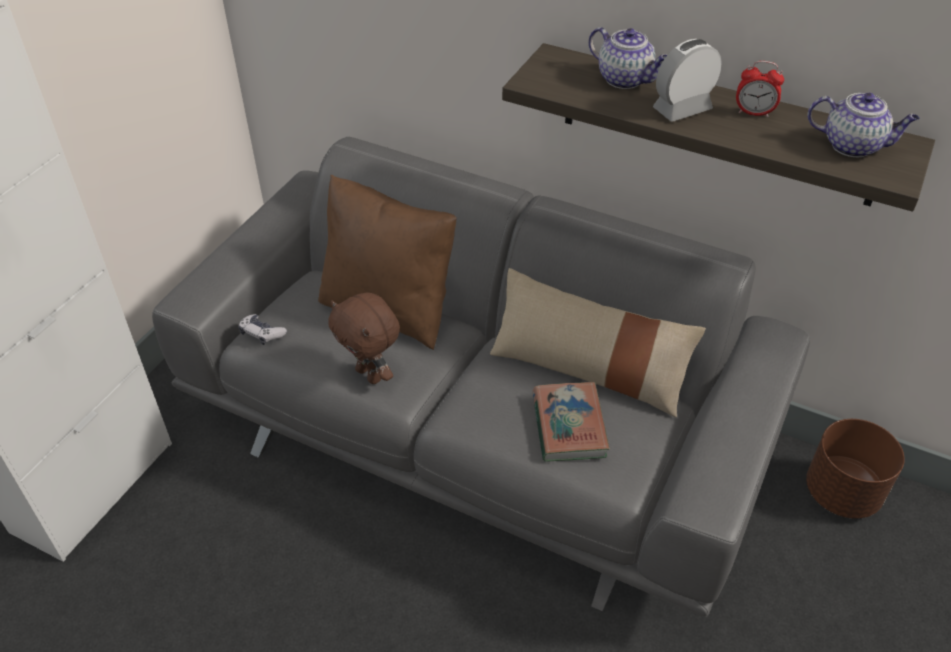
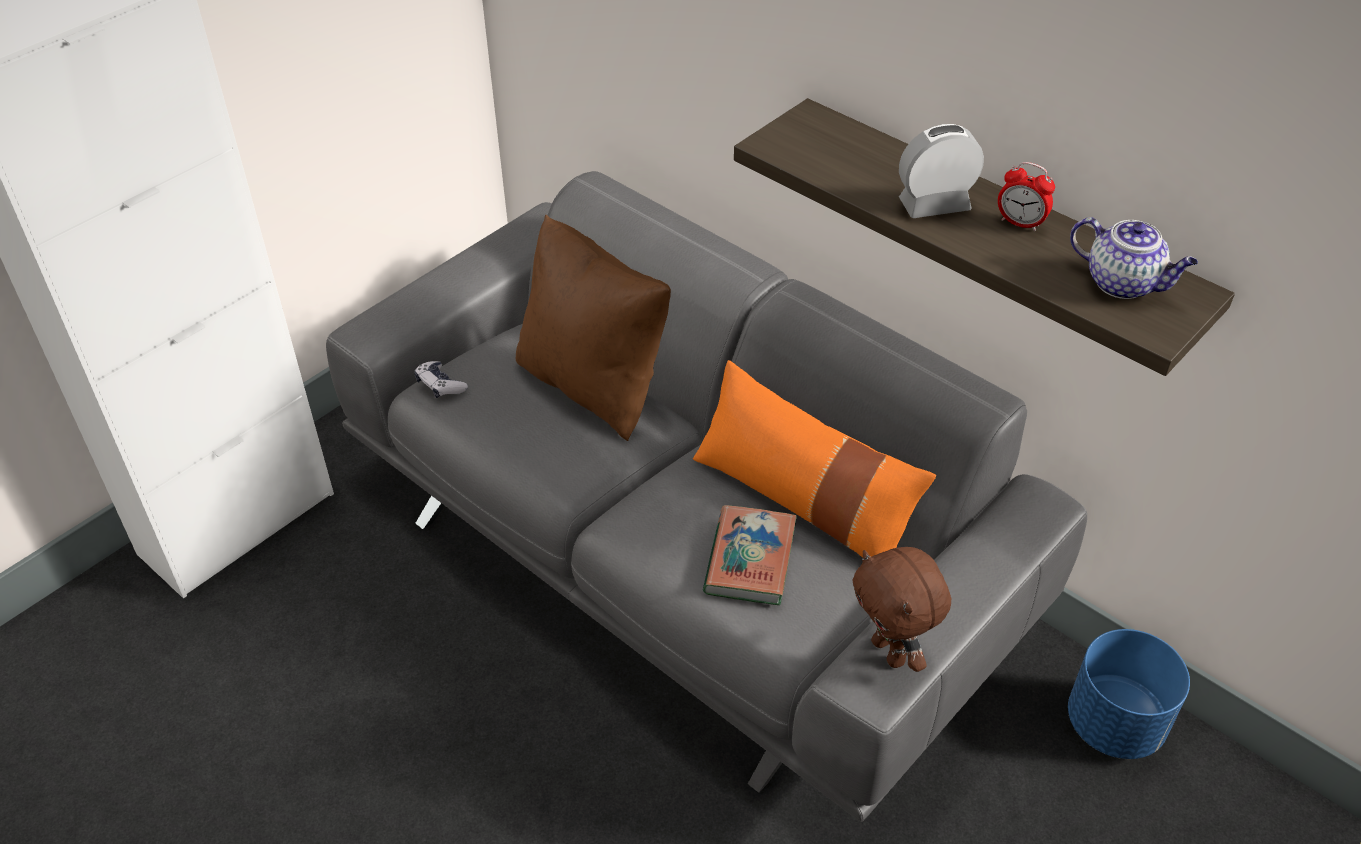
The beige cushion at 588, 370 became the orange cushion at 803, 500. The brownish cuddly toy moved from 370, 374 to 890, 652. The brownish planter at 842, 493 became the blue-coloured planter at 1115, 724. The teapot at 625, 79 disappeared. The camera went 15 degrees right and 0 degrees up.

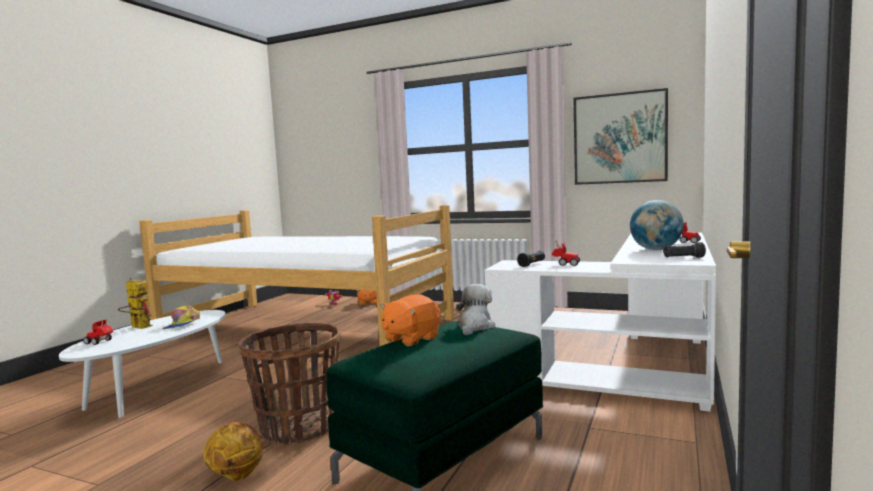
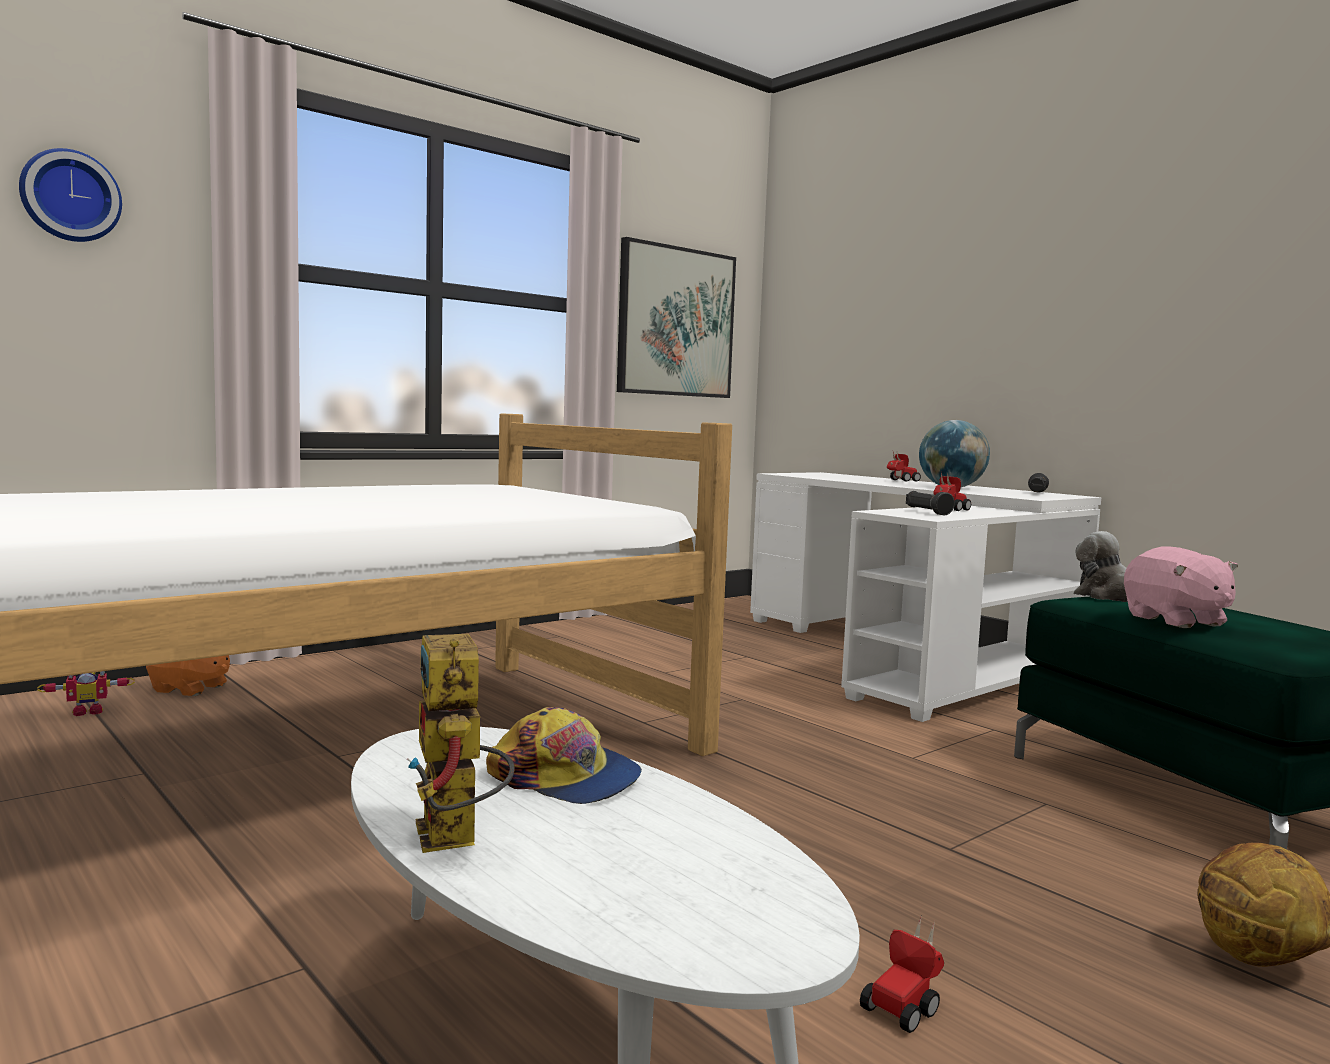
The wall clock at 70, 196 appeared. The model robot at 137, 326 turned 75 degrees counterclockwise. The toy car moved from 100, 342 to 906, 1006. The orange cuddly toy at 411, 339 became the pink-coloured cuddly toy at 1175, 620. The storage basket at 297, 428 disappeared. The camera went 65 degrees left and 0 degrees up.

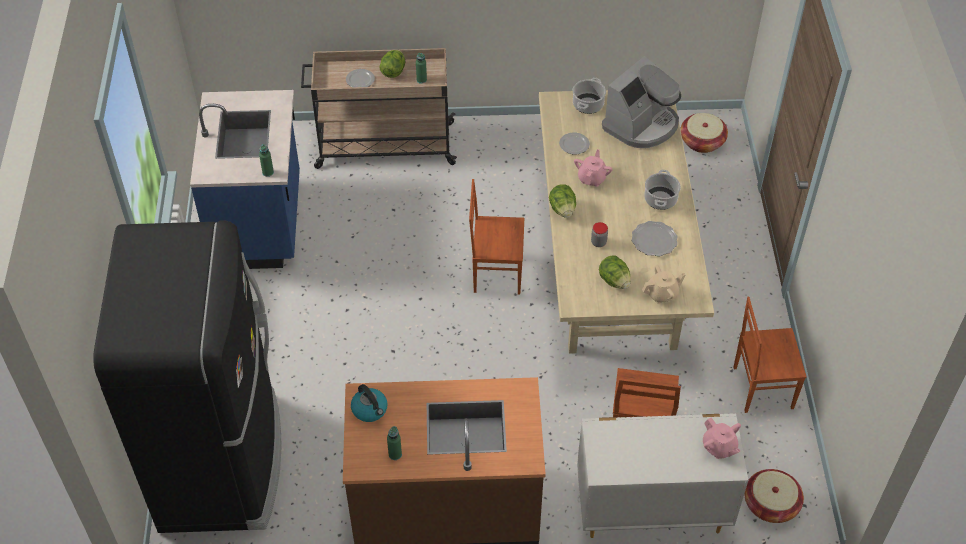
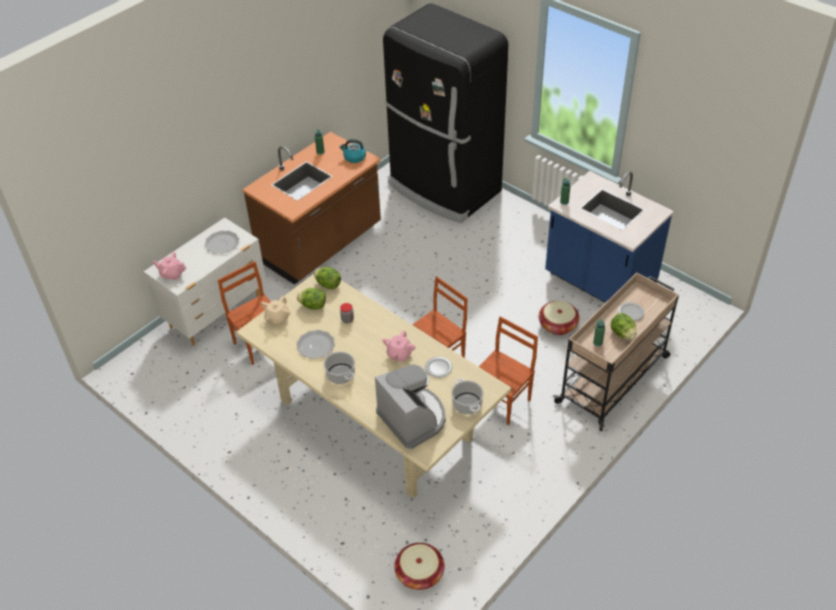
The plate at 222, 243 appeared. The lettuce head moved from 562, 209 to 328, 285. The coffee machine at 641, 125 turned 150 degrees clockwise. The pink-coloured teapot at 592, 178 turned 45 degrees clockwise. The brownish chair moved from 761, 387 to 502, 401. The storage basket moved from 770, 504 to 557, 325. The camera went 135 degrees right and 5 degrees down.

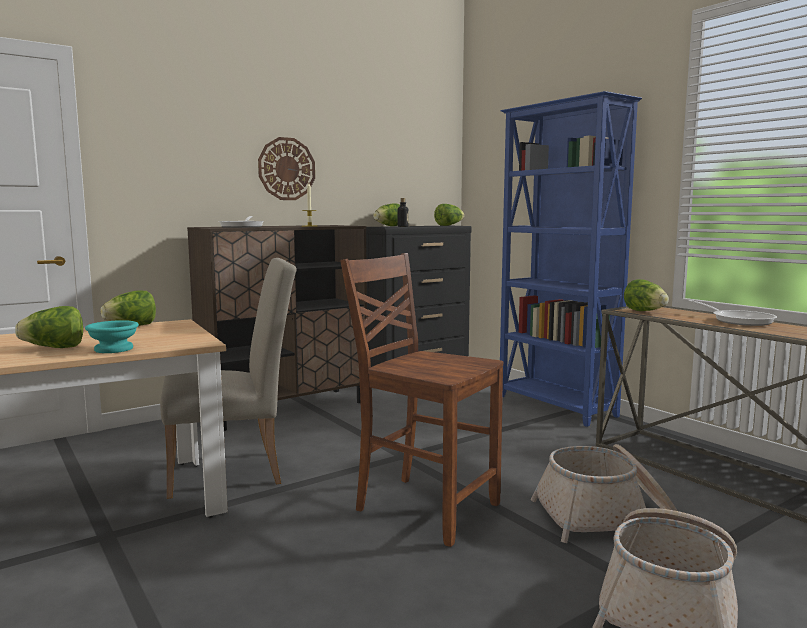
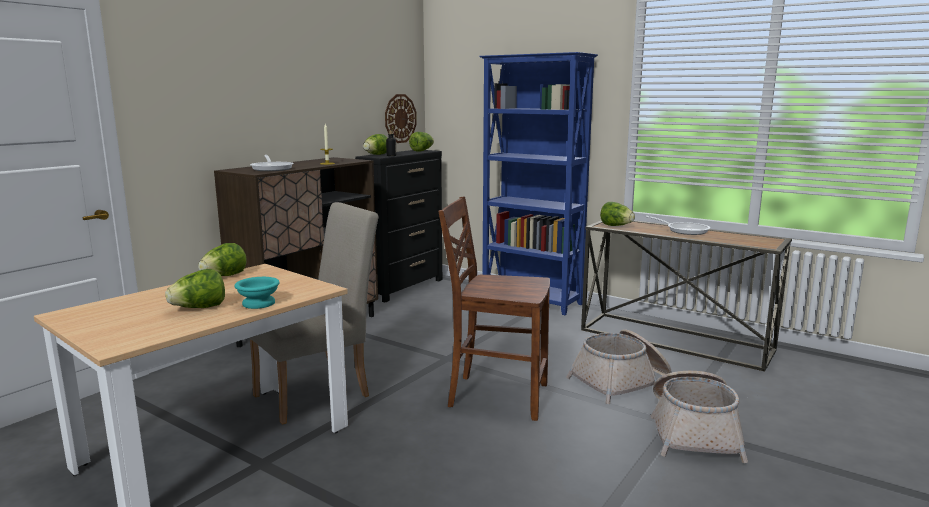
The wall clock moved from 286, 169 to 400, 118. The camera went 20 degrees left and 5 degrees up.

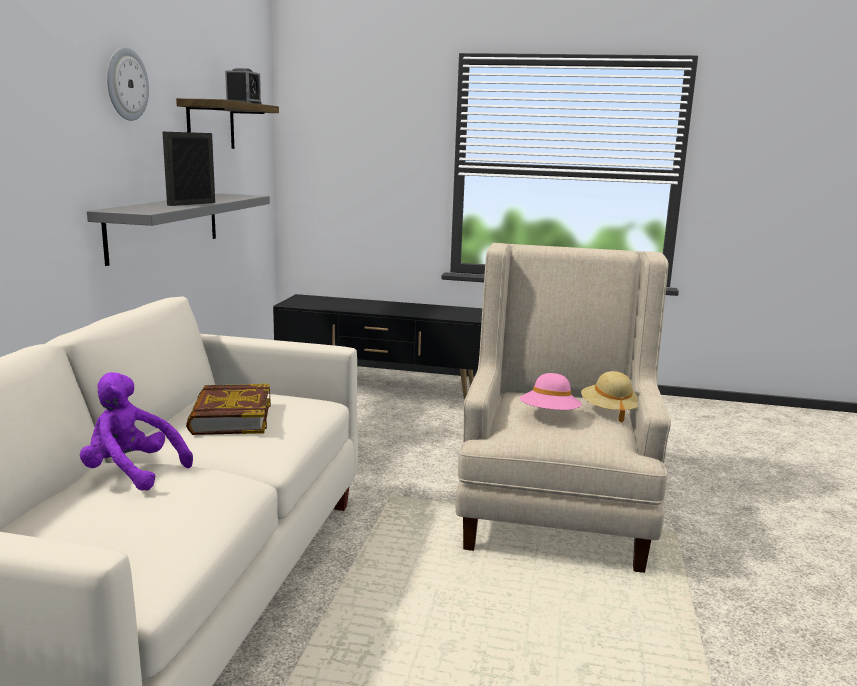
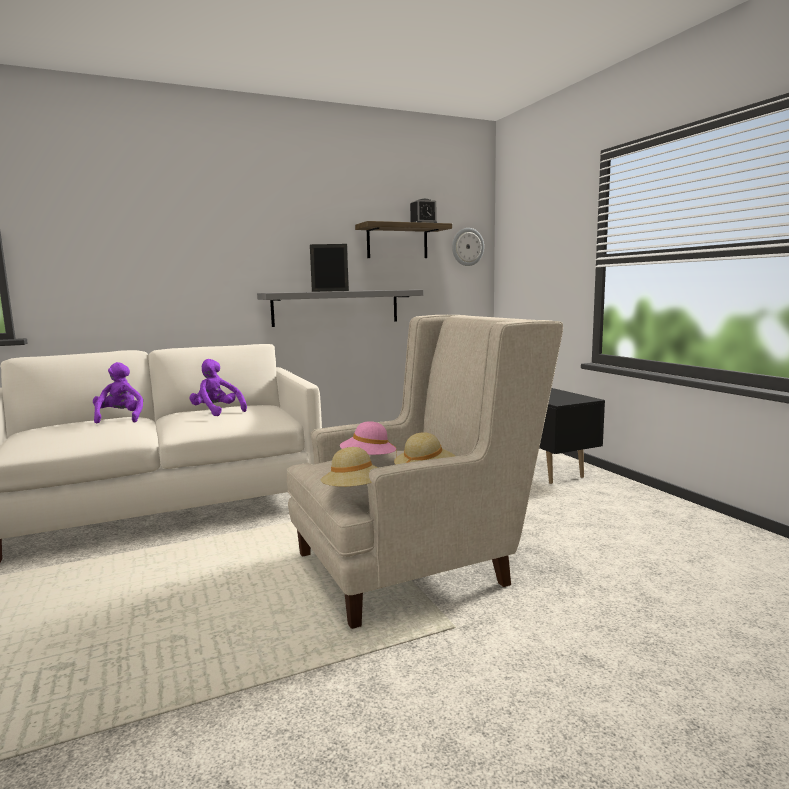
The bound book at 230, 417 was replaced by the purple cuddly toy at 217, 412. The beige hat at 354, 492 appeared. The wall clock moved from 126, 84 to 467, 247. The camera went 55 degrees right and 5 degrees down.

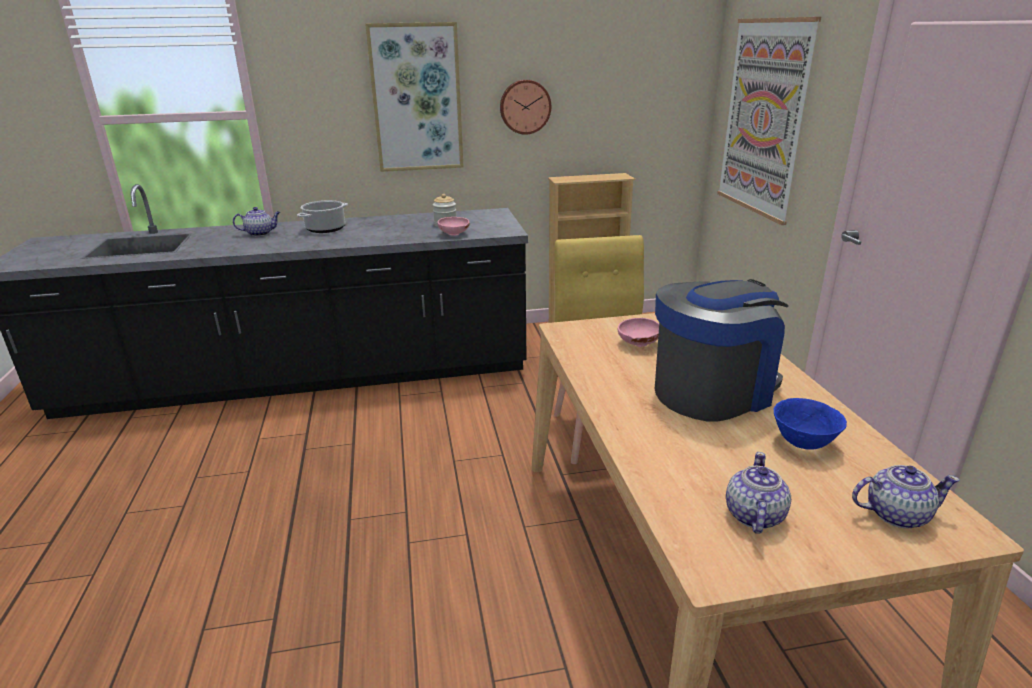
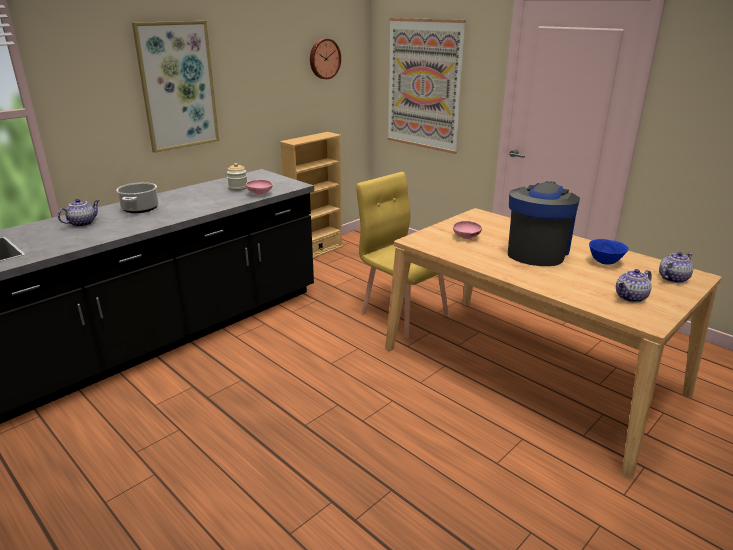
The wall clock moved from 525, 107 to 324, 59. The teapot at 753, 516 turned 105 degrees counterclockwise. The camera went 35 degrees left and 0 degrees up.

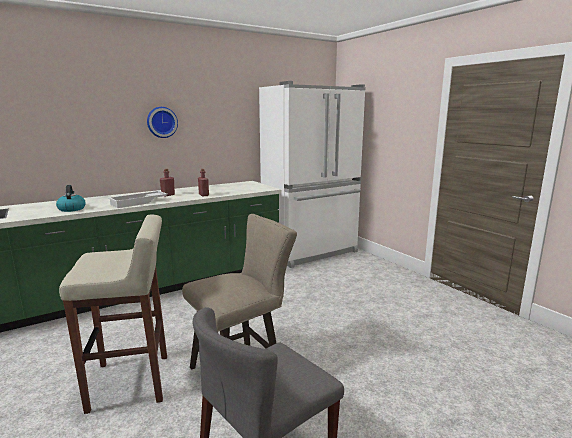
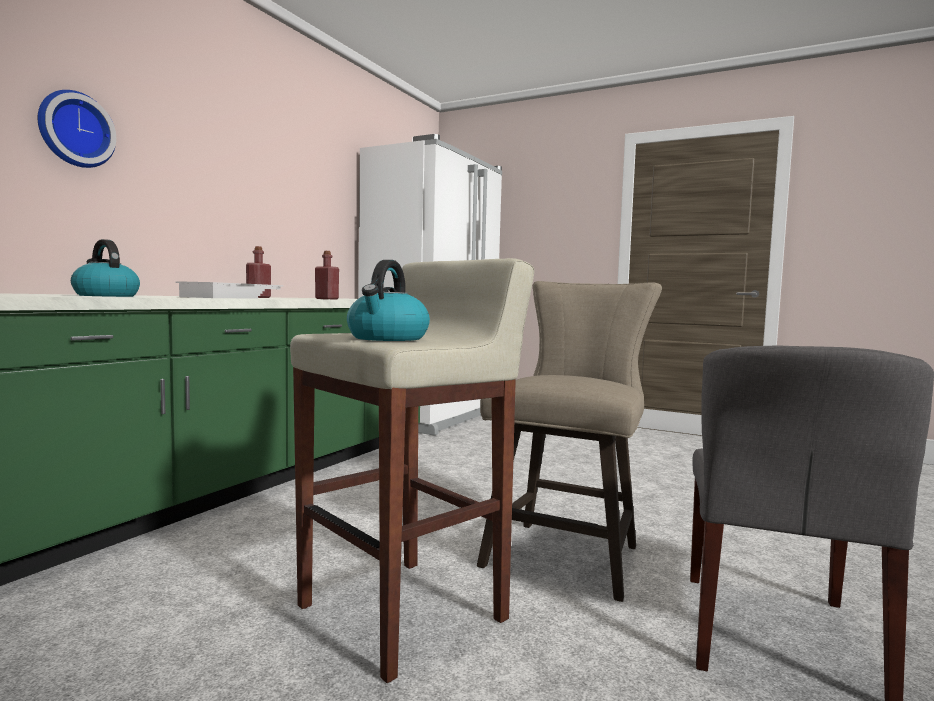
The wall clock moved from 161, 122 to 74, 130. The kettle at 387, 338 appeared. The camera went 30 degrees left and 10 degrees down.

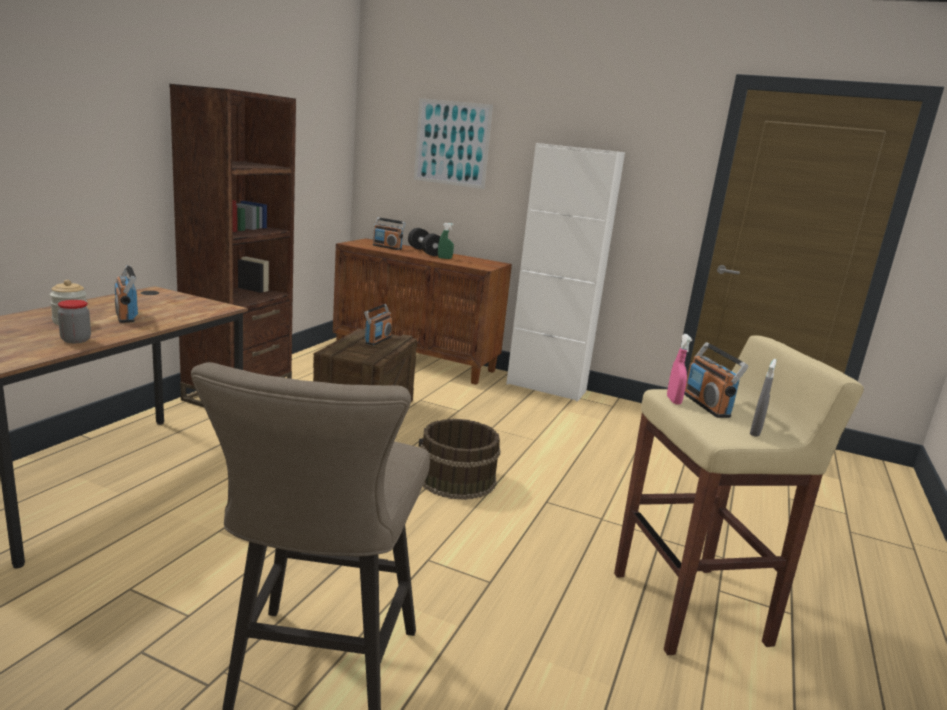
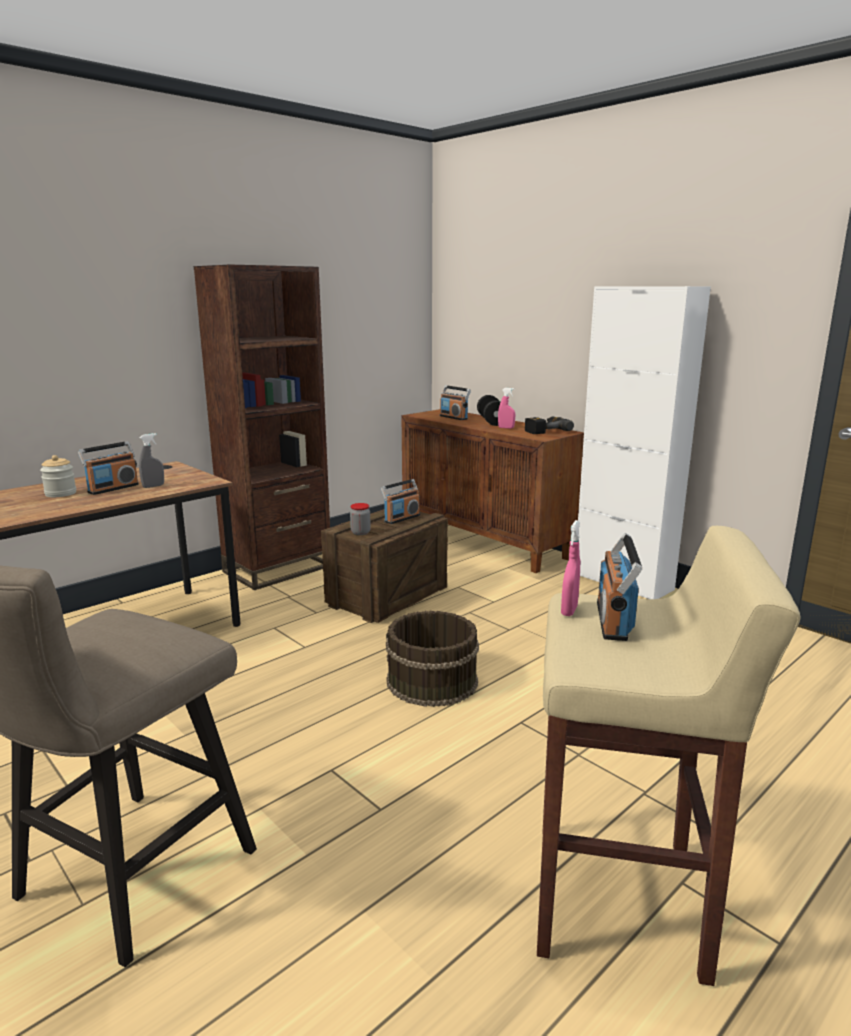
The radio receiver at 126, 315 turned 135 degrees counterclockwise. The gray hand sprayer moved from 755, 432 to 153, 486. The storage jar moved from 76, 340 to 360, 532. The green-coloured hand sprayer at 444, 258 became the pink-coloured hand sprayer at 506, 428. The power drill at 545, 430 appeared. The wall art at 452, 143 disappeared. The camera went 25 degrees right and 0 degrees up.

